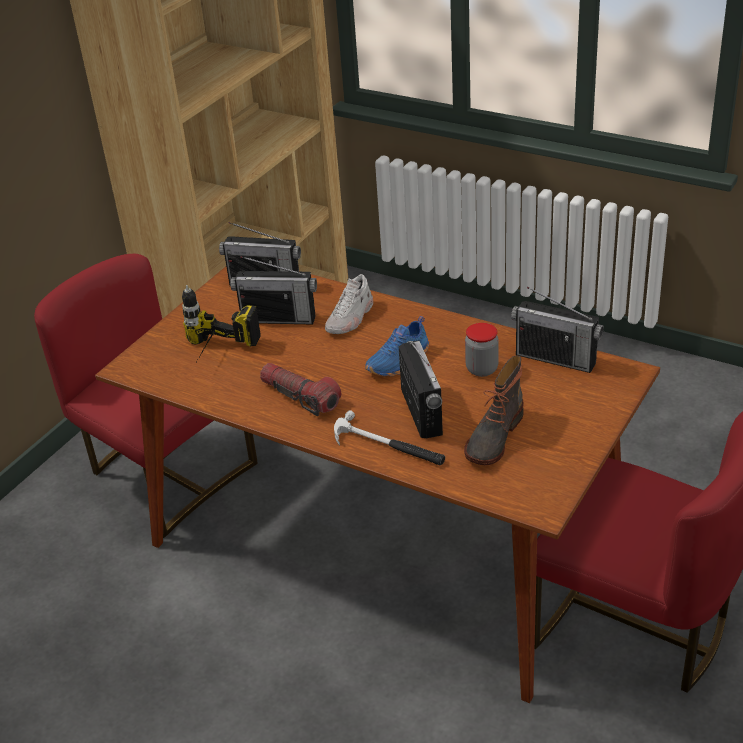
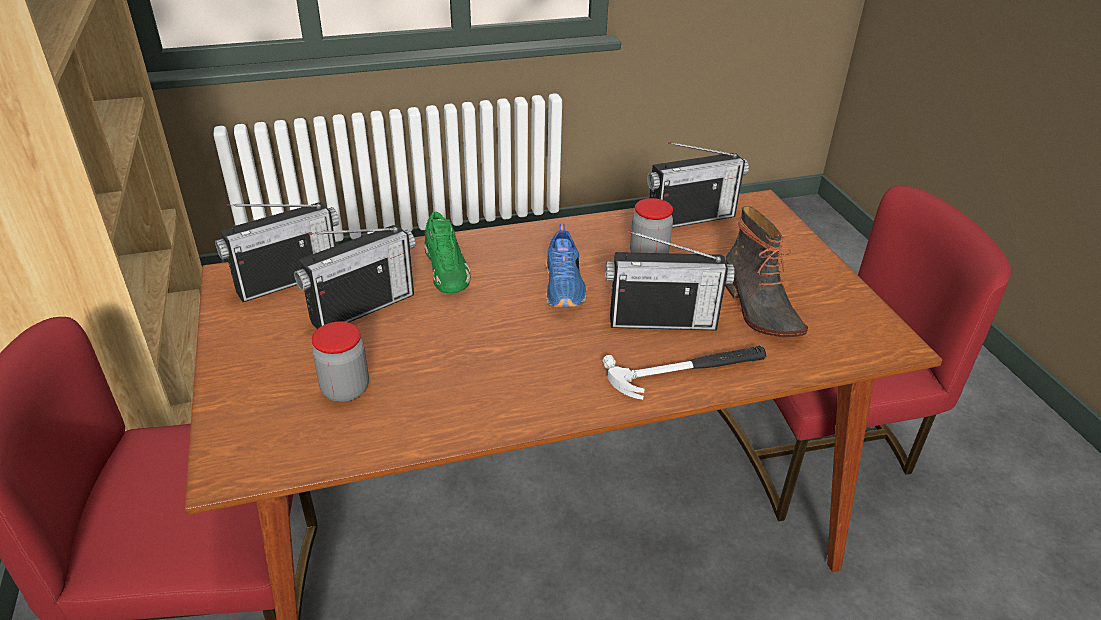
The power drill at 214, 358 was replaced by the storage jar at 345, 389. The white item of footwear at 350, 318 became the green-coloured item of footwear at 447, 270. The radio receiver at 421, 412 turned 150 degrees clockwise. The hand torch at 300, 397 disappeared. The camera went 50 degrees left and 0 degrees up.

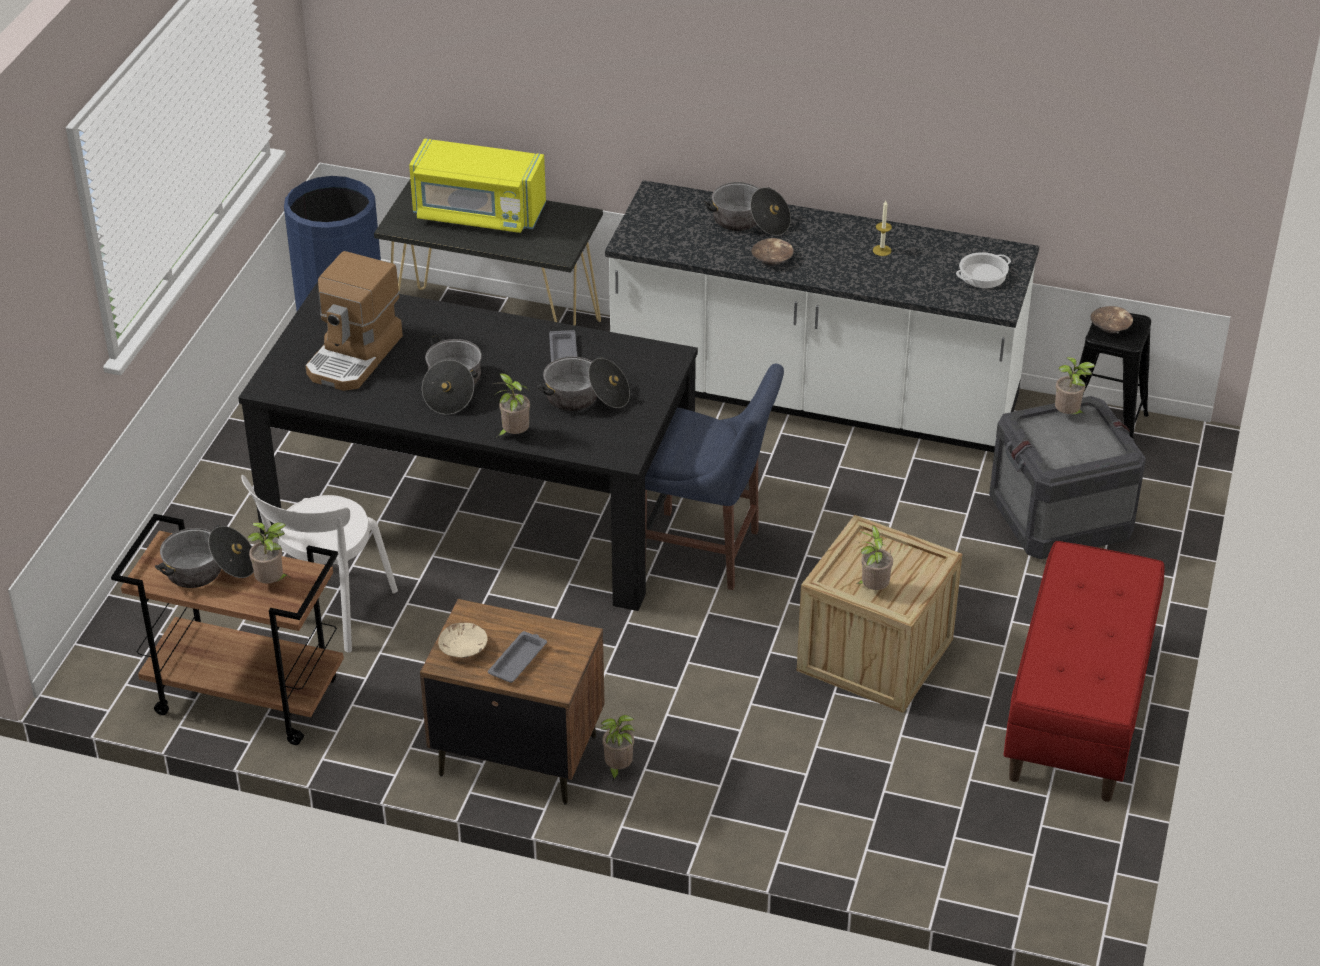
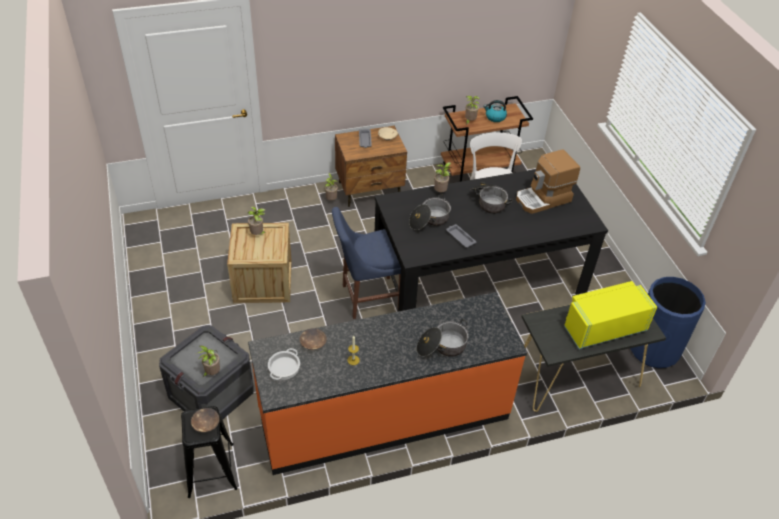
The white counter at 814, 396 became the orange counter at 384, 415. The brownish serving bowl moved from 772, 259 to 313, 343. The saucepot at 209, 570 was replaced by the kettle at 495, 117. The coffee machine at 355, 356 turned 105 degrees counterclockwise. The red indoor bench at 1078, 710 disappeared. The camera went 145 degrees right and 5 degrees up.

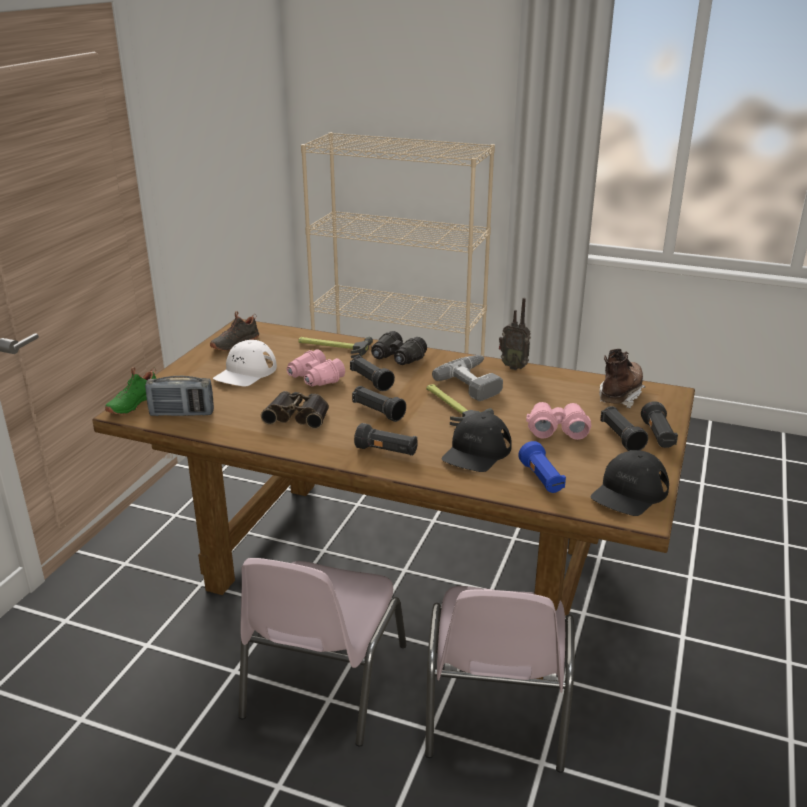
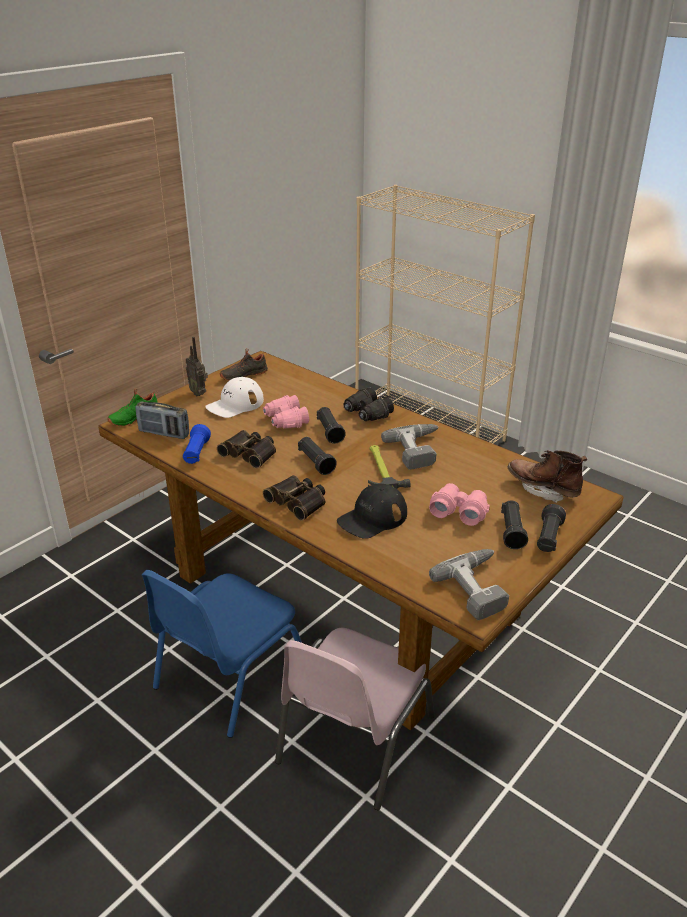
The pink-coloured chair at 322, 682 became the blue-coloured chair at 228, 676. The blue-coloured hand torch moved from 541, 479 to 196, 453. The radio receiver moved from 514, 366 to 199, 393. The black-coloured hand torch at 387, 451 was replaced by the field glasses at 298, 501. The black-coloured baseball cap at 629, 492 was replaced by the power drill at 479, 587. The brownish tall boot at 620, 396 turned 105 degrees counterclockwise. The tool hammer at 332, 347 disappeared. The camera went 20 degrees right and 5 degrees up.

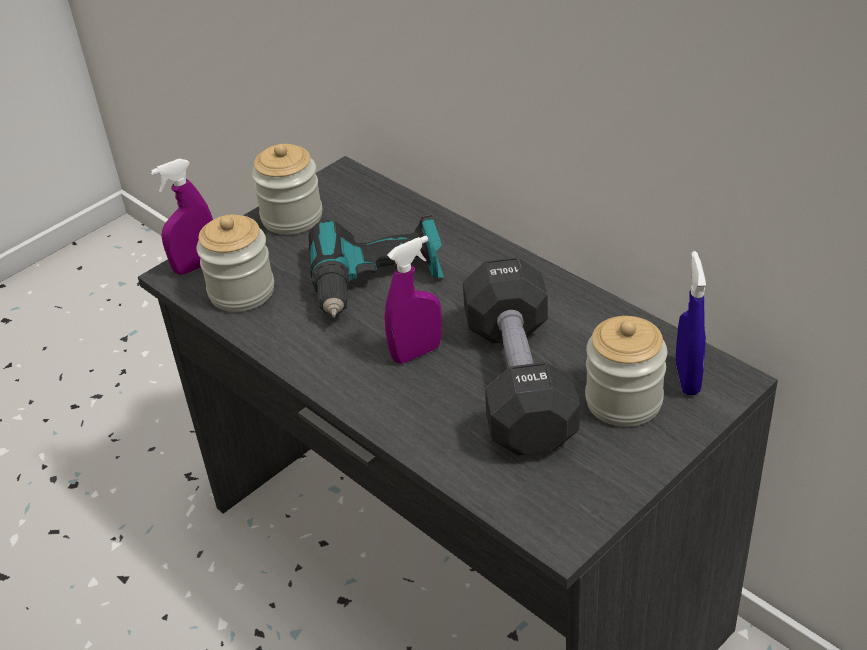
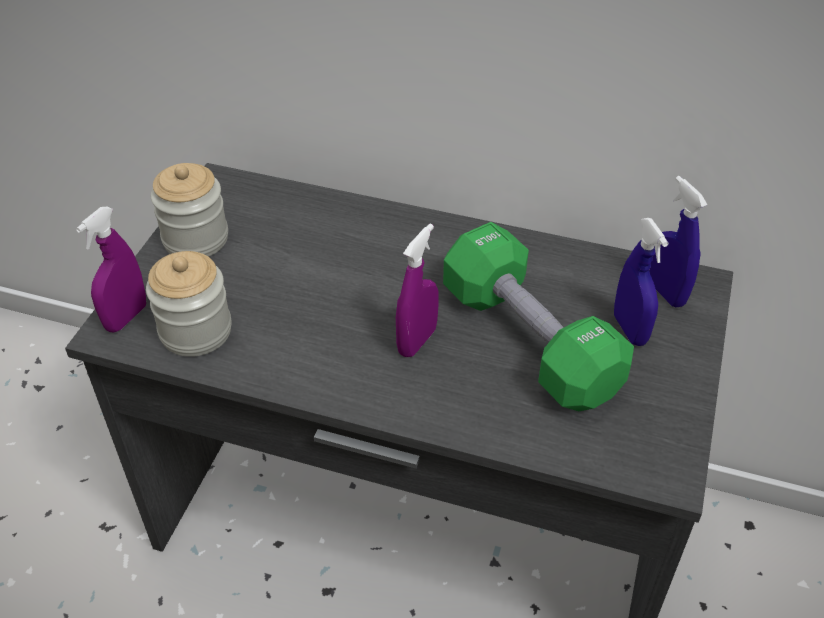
The black-coloured dumbbell at 518, 382 became the green-coloured dumbbell at 529, 341. The storage jar at 623, 401 was replaced by the blue-coloured hand sprayer at 630, 329. The power drill at 377, 282 disappeared. The camera went 30 degrees left and 5 degrees up.

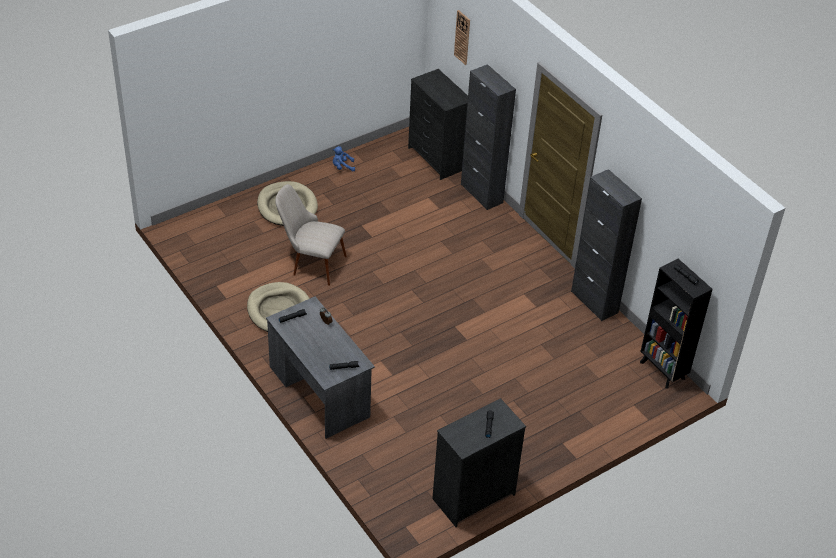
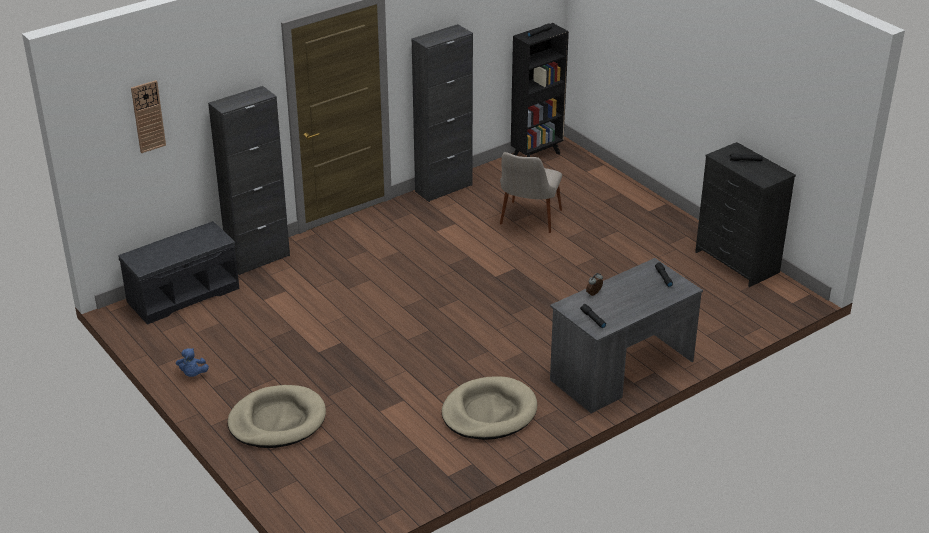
The black-coloured chest of drawers at 437, 158 was replaced by the gray indoor bench at 183, 294. The beige chair moved from 310, 263 to 528, 222. The camera went 90 degrees left and 10 degrees down.

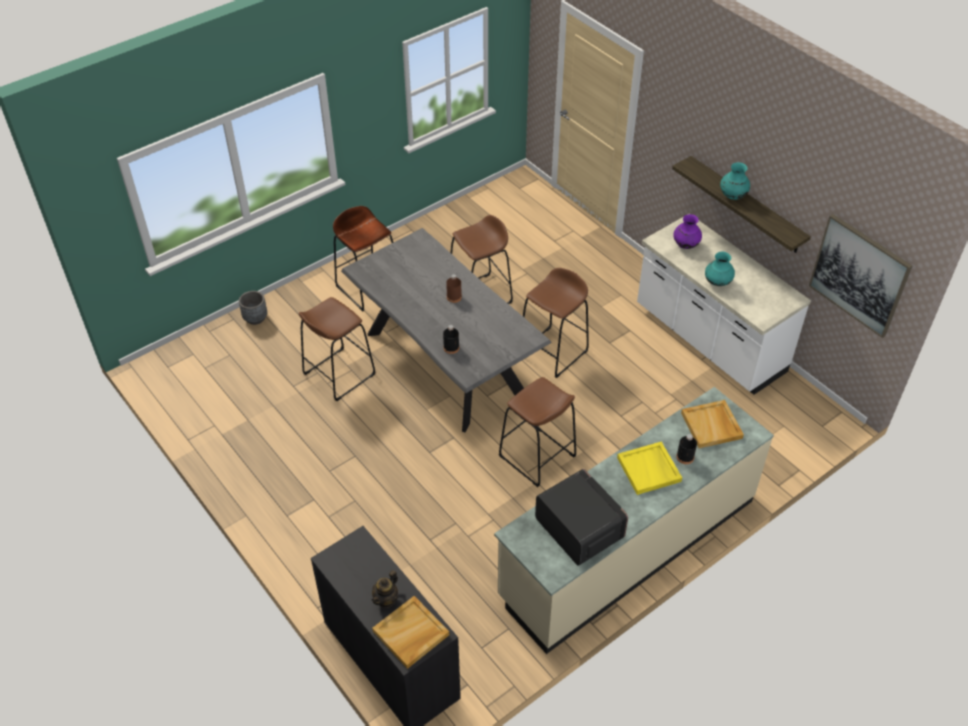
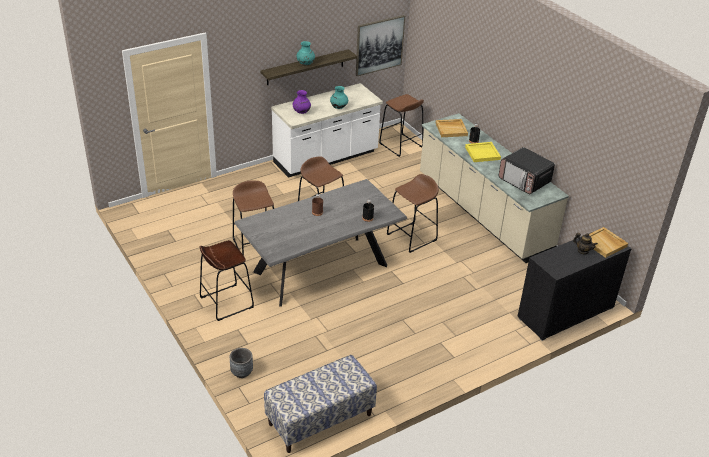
The indoor bench at 320, 420 appeared. The brownish sitting stool moved from 339, 374 to 401, 145. The microwave oven at 578, 528 turned 105 degrees counterclockwise. The camera went 85 degrees left and 10 degrees down.

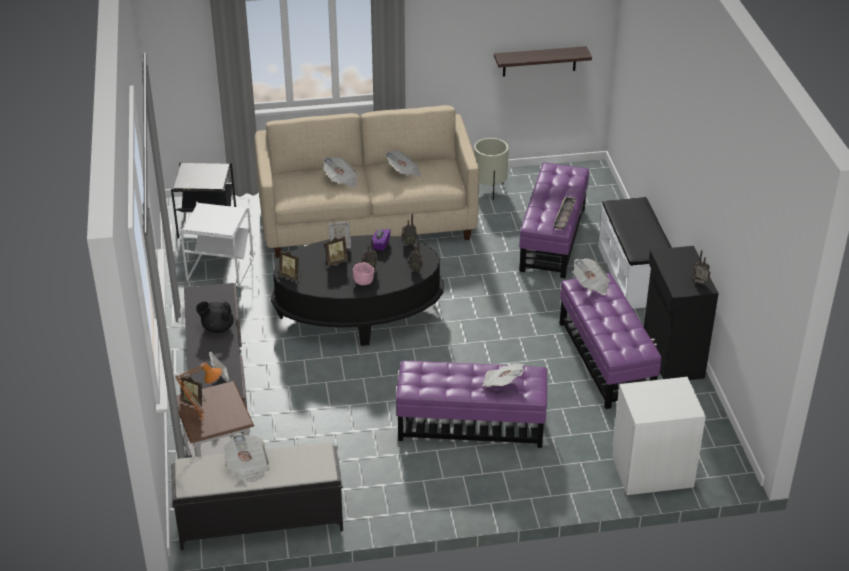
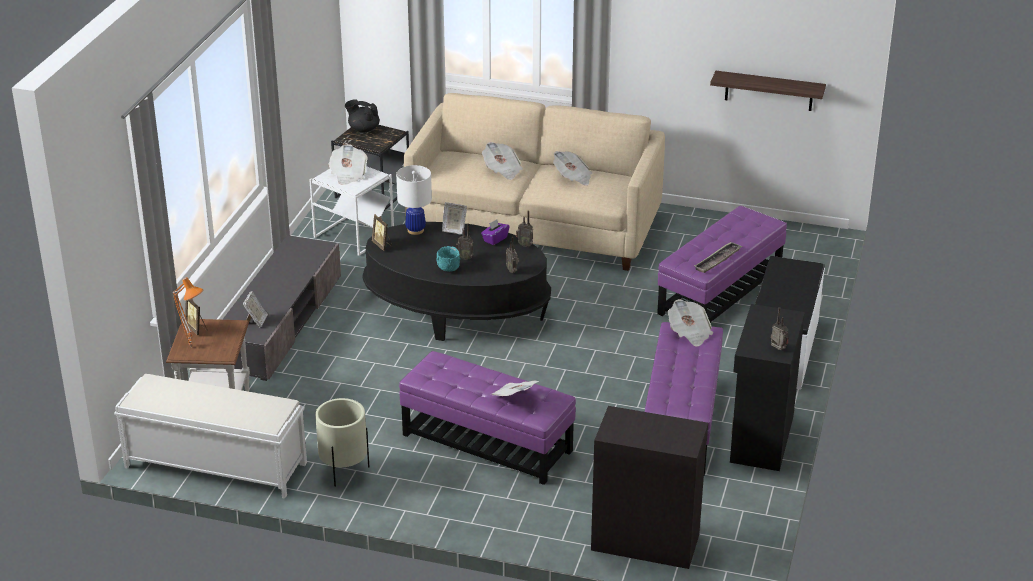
The black-coloured indoor bench at 259, 520 became the white indoor bench at 214, 465. The beige planter moved from 490, 189 to 344, 471. The daily paper moved from 247, 467 to 348, 175. The black-coloured teapot moved from 217, 328 to 363, 129. The white lamp for a table at 415, 230 appeared. The pink-coloured serving bowl at 363, 282 became the blue-green serving bowl at 448, 269. The white night table at 651, 470 was replaced by the black-coloured storage cabinet at 645, 541. The picture frame at 335, 261 disappeared. The camera went 25 degrees right and 5 degrees down.

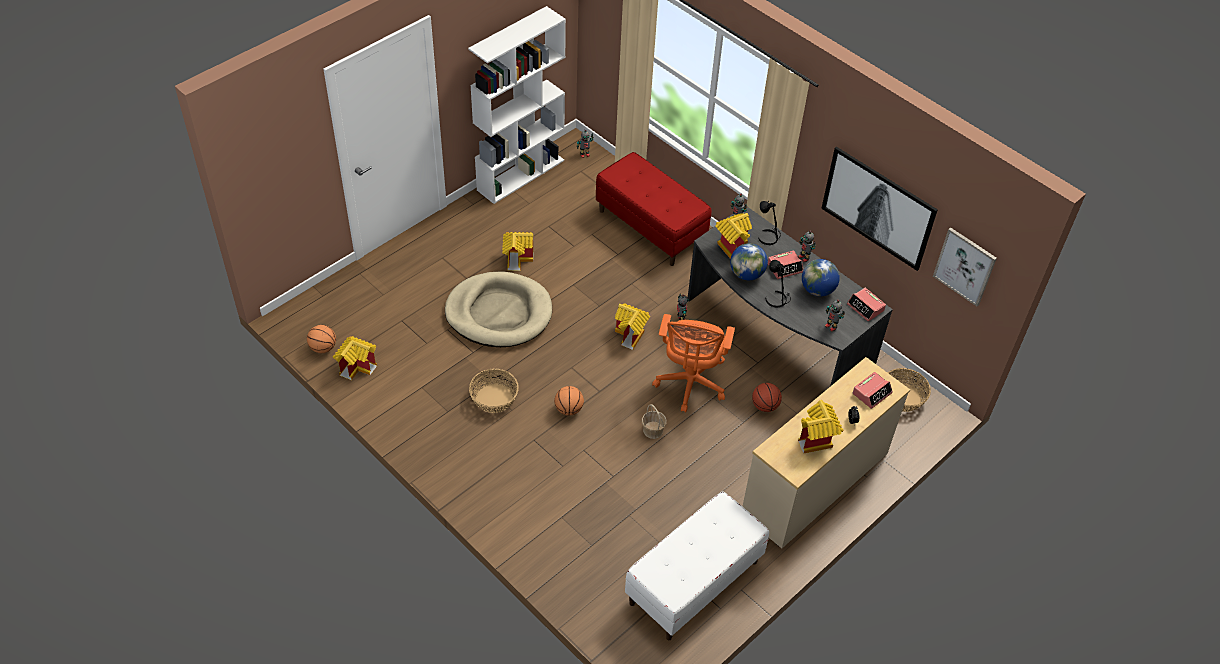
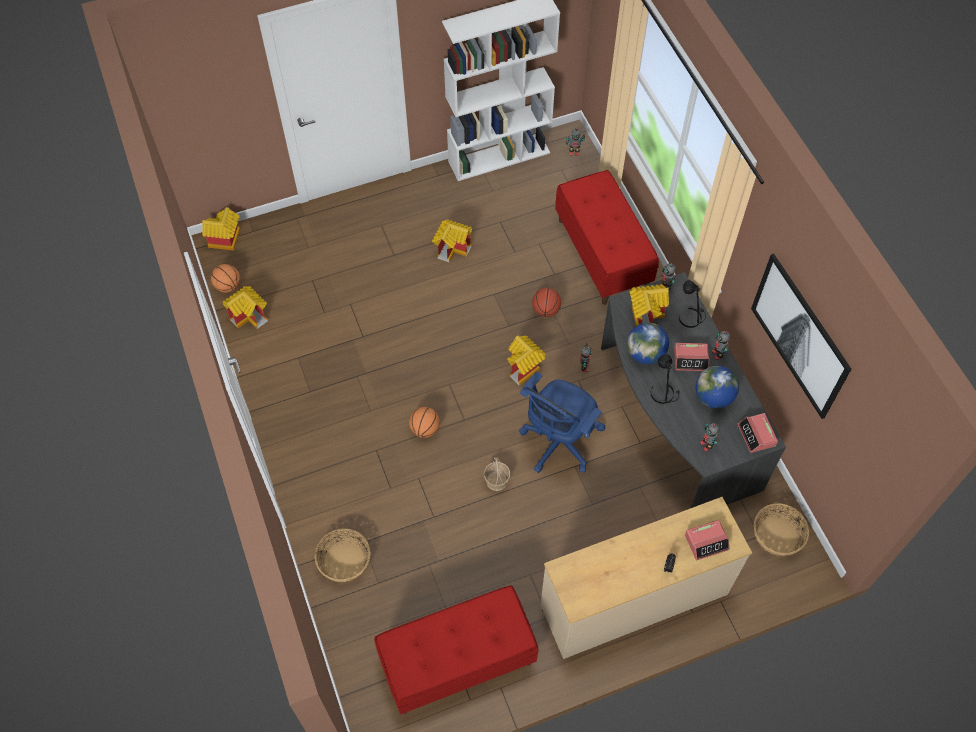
The model house moved from 816, 441 to 225, 241. The storage basket moved from 494, 398 to 344, 561. The white indoor bench at 694, 583 became the red indoor bench at 457, 661. The orange computer chair at 690, 384 became the blue-coloured computer chair at 558, 443. The basketball ball moved from 764, 406 to 545, 310. The beige dog cushion at 499, 313 disappeared. The wall art at 965, 266 disappeared. The camera went 25 degrees right and 10 degrees up.

